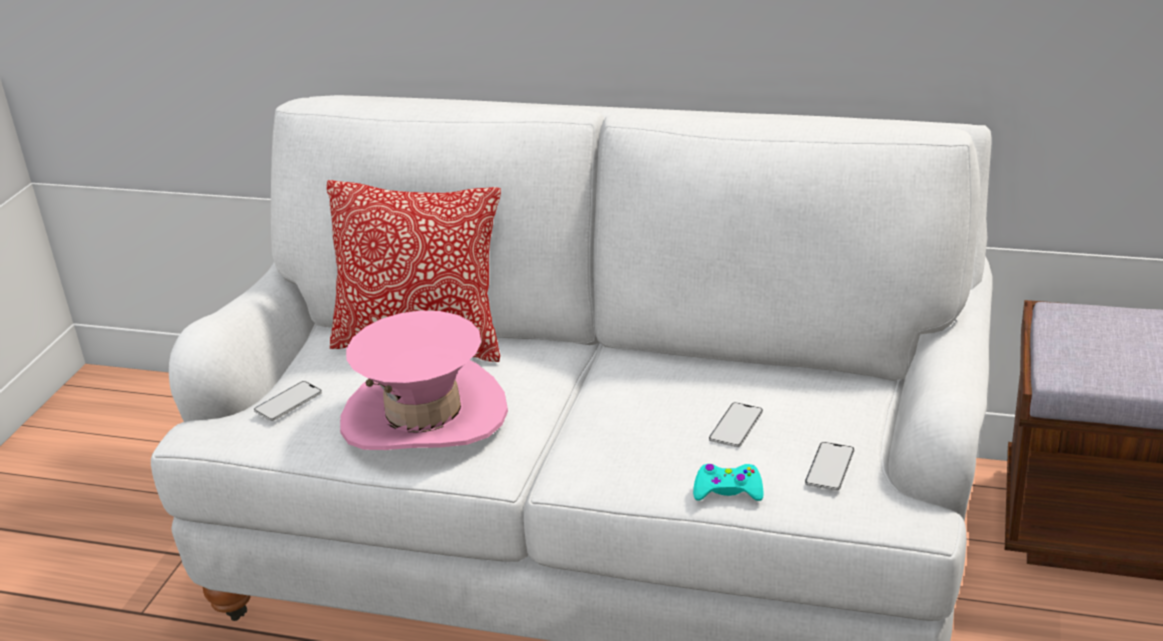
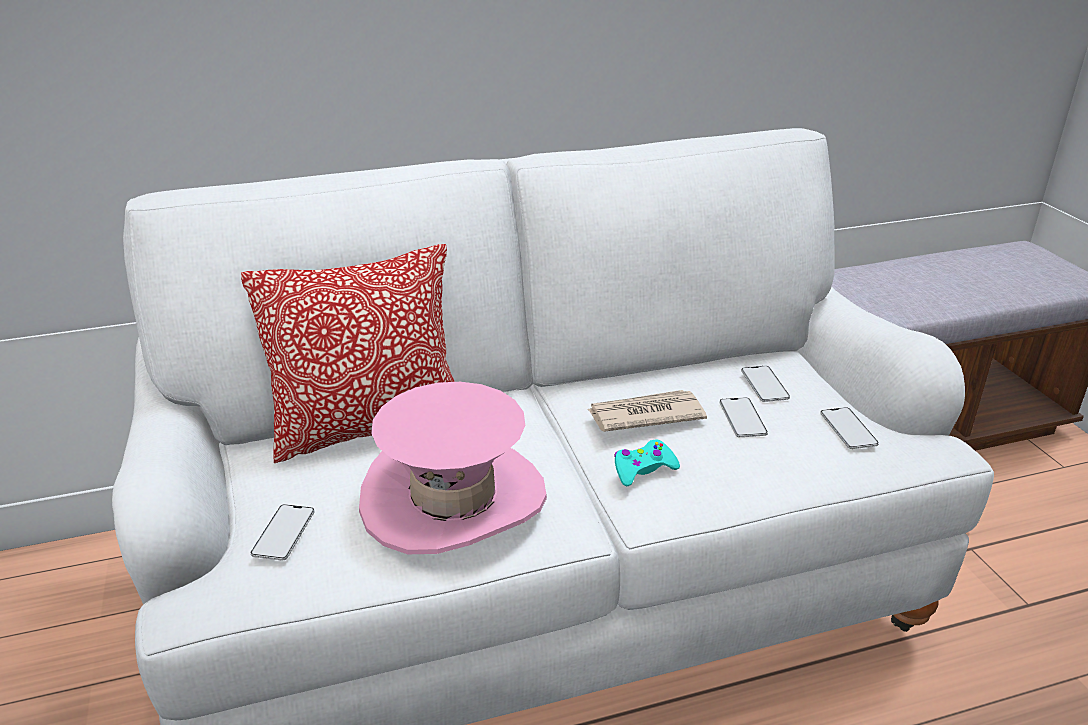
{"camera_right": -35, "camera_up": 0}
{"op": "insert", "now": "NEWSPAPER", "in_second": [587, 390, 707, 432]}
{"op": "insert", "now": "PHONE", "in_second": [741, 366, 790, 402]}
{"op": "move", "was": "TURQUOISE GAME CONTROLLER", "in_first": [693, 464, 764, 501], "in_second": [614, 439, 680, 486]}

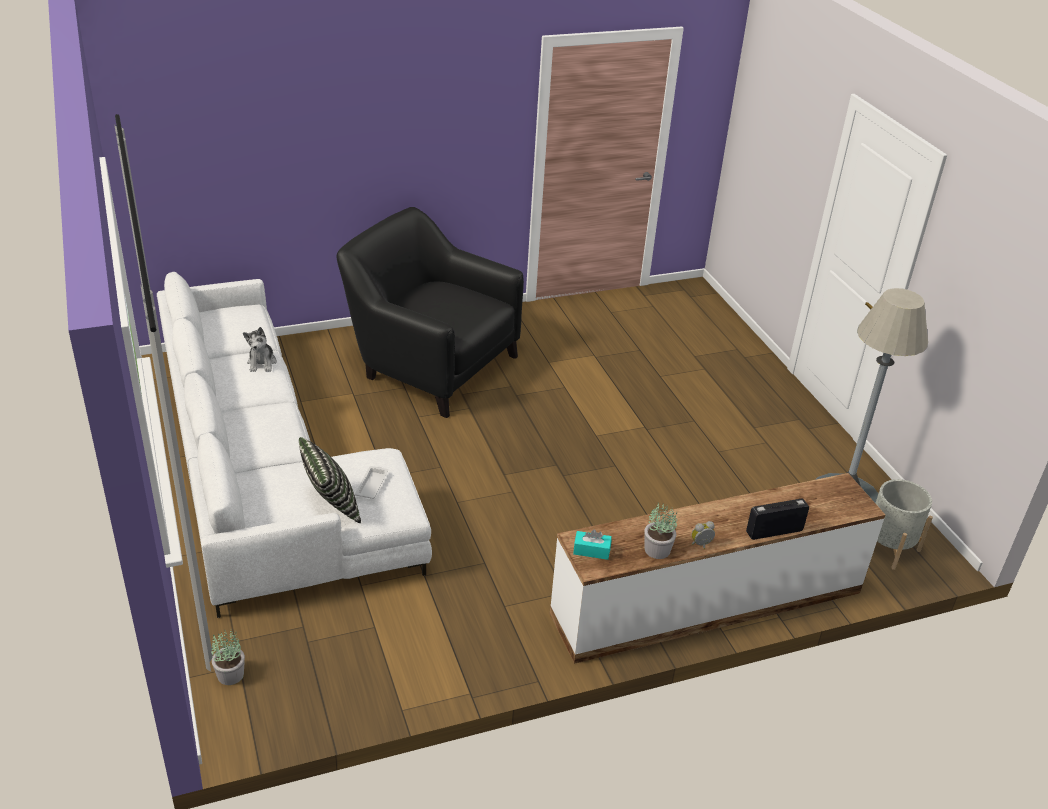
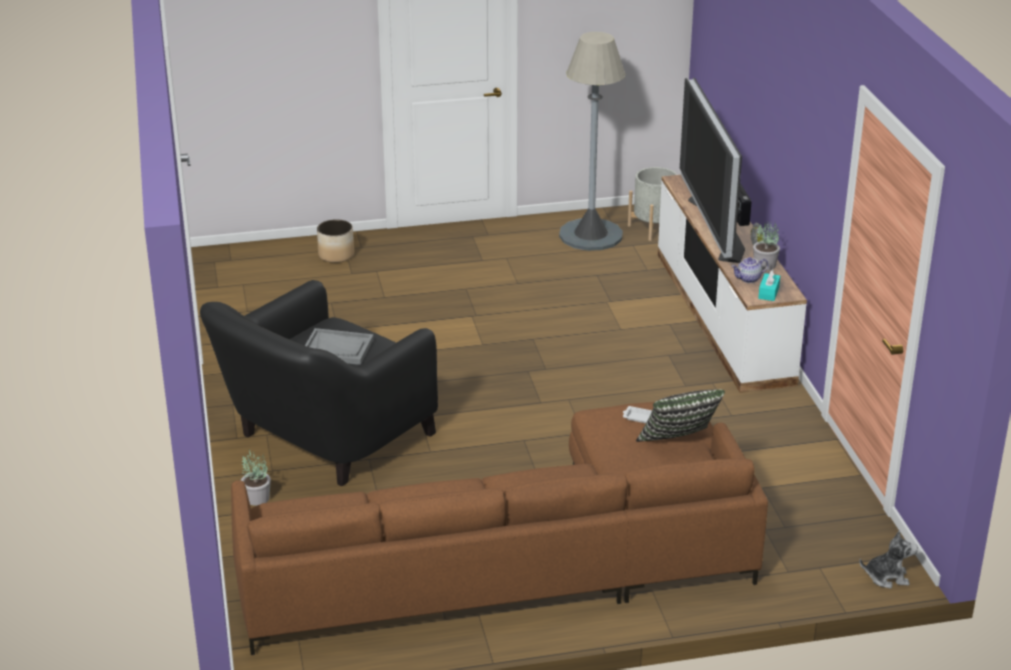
{"camera_right": -80, "camera_up": -5}
{"op": "insert", "now": "GREY TRAY", "in_second": [305, 328, 374, 365]}
{"op": "insert", "now": "PLANTER", "in_second": [317, 219, 354, 263]}
{"op": "insert", "now": "TELEVISION", "in_second": [680, 78, 745, 263]}
{"op": "insert", "now": "TEAPOT", "in_second": [731, 257, 768, 283]}
{"op": "move", "was": "POTTED PLANT", "in_first": [211, 630, 245, 685], "in_second": [241, 450, 271, 506]}
{"op": "move", "was": "PLUSH TOY", "in_first": [243, 327, 277, 372], "in_second": [859, 530, 918, 589]}
{"op": "recolor", "was": "WHITE SOFA", "now": "BROWN SOFA", "in_first": [157, 272, 432, 618], "in_second": [231, 402, 768, 655]}

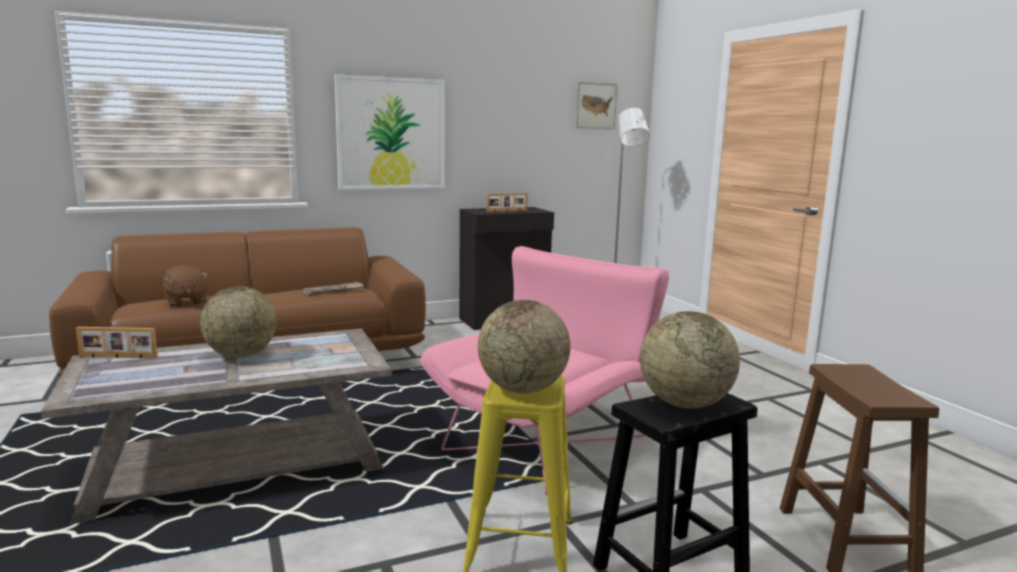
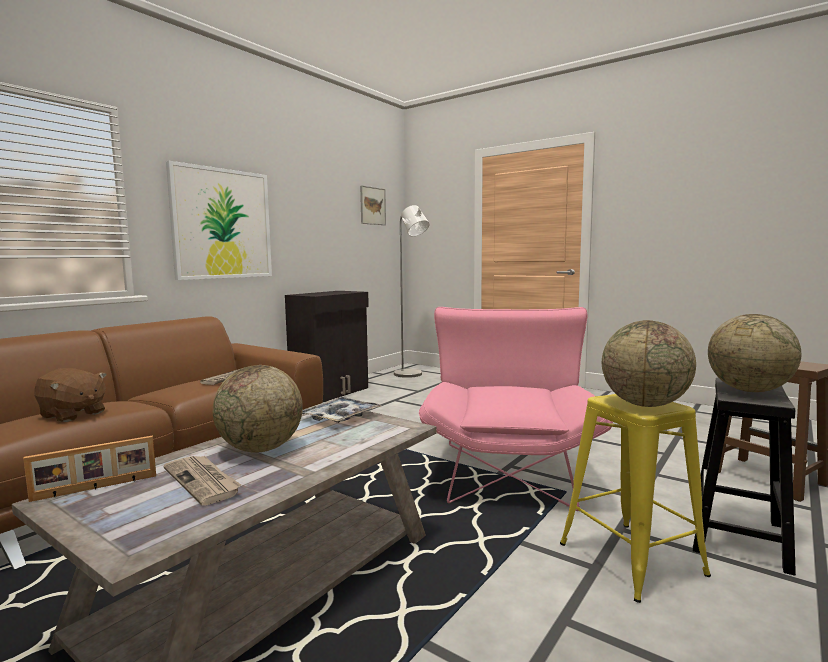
{"camera_right": -30, "camera_up": -5}
{"op": "delete", "was": "PICTURE FRAME", "in_first": [487, 193, 527, 212]}
{"op": "insert", "now": "NEWSPAPER", "in_second": [163, 456, 241, 506]}
{"op": "insert", "now": "TRAY", "in_second": [302, 397, 381, 423]}

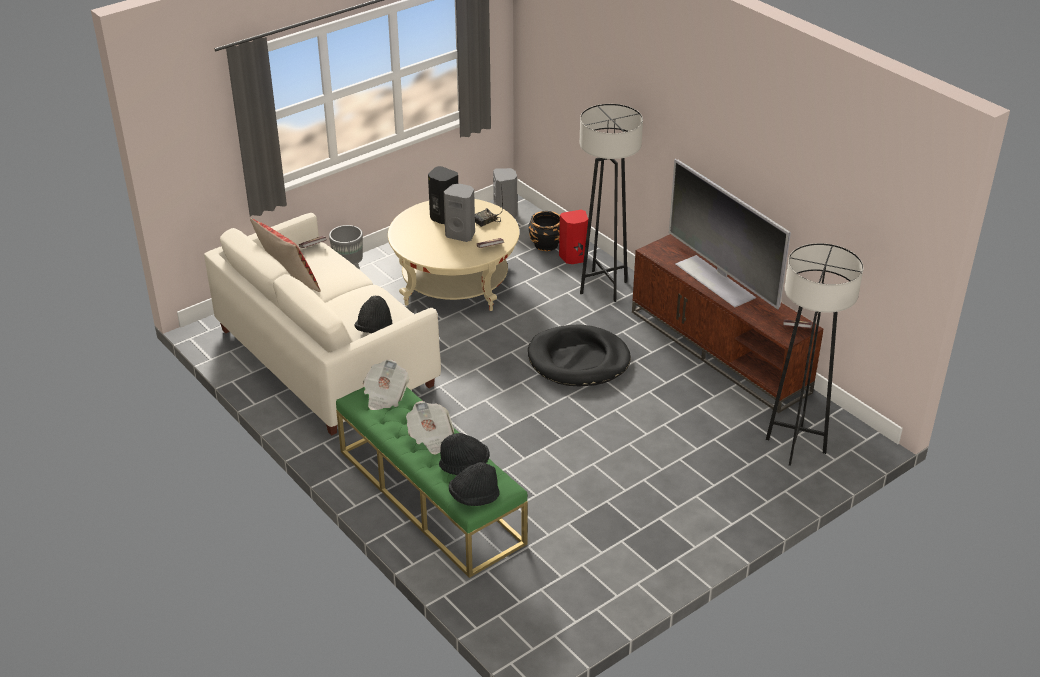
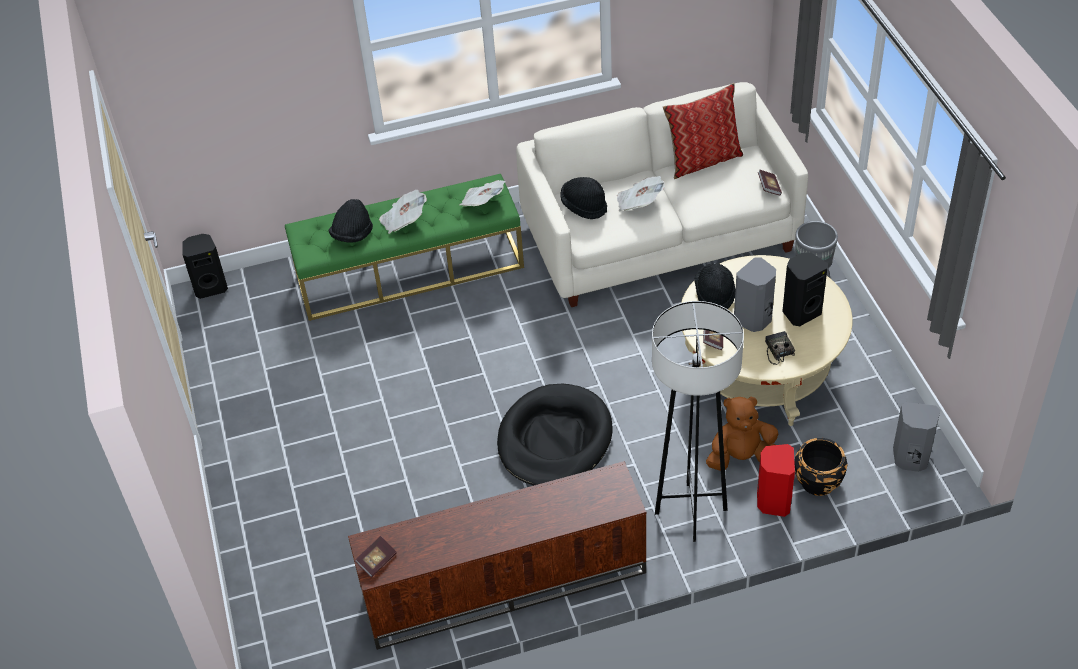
{"camera_right": 115, "camera_up": 10}
{"op": "delete", "was": "TELEVISION", "in_first": [669, 159, 791, 310]}
{"op": "delete", "was": "GREY FLOOR LAMP", "in_first": [766, 243, 863, 466]}
{"op": "insert", "now": "BLACK SPEAKER", "in_second": [182, 234, 228, 299]}
{"op": "insert", "now": "NEWSPAPER", "in_second": [617, 176, 665, 211]}
{"op": "insert", "now": "BROWN PLUSH TOY", "in_second": [706, 397, 778, 471]}
{"op": "move", "was": "BLACK HAT", "in_first": [449, 462, 500, 506], "in_second": [695, 263, 735, 309]}

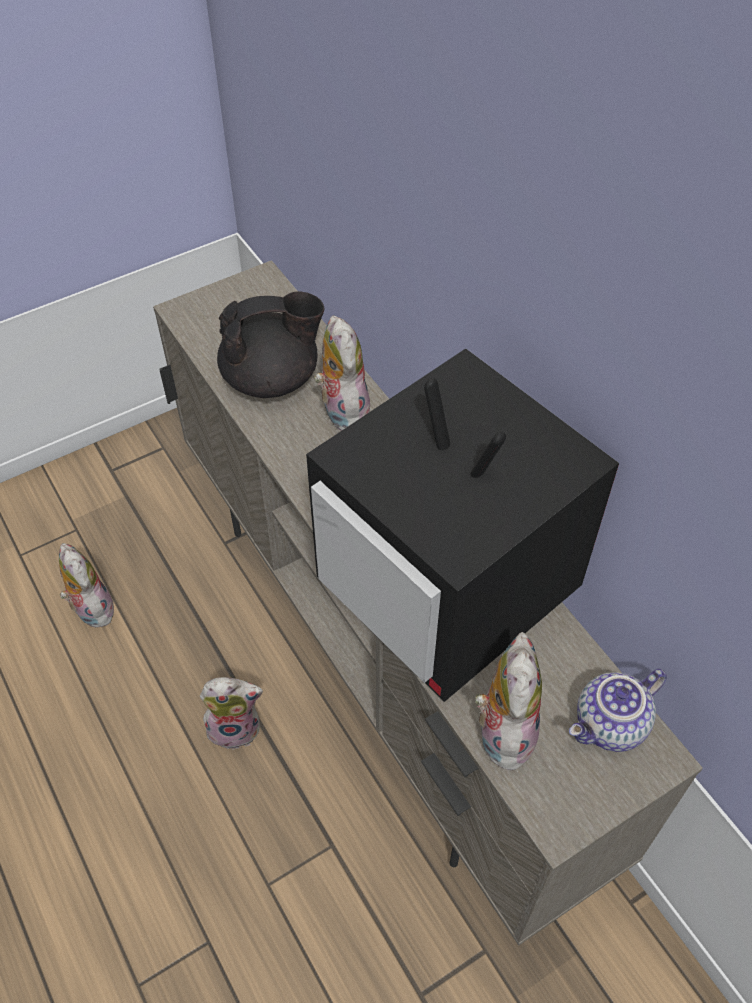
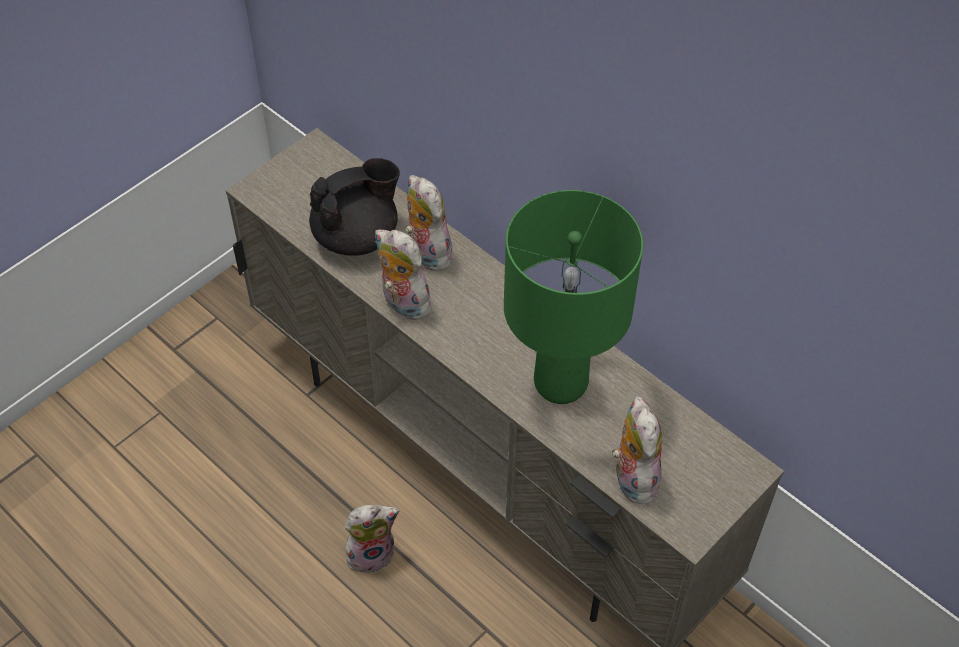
{"camera_right": -15, "camera_up": 0}
{"op": "delete", "was": "TEAPOT", "in_first": [569, 669, 667, 752]}
{"op": "move", "was": "PLUSH TOY", "in_first": [59, 543, 115, 628], "in_second": [375, 229, 437, 320]}
{"op": "replace", "was": "TELEVISION", "now": "GREEN TABLE LAMP", "in_first": [306, 349, 619, 702], "in_second": [504, 190, 643, 404]}

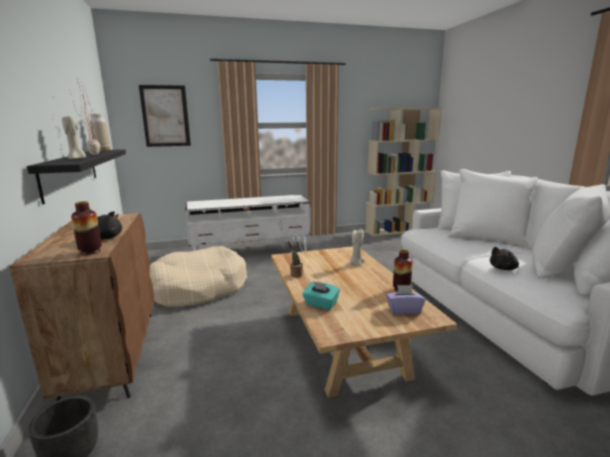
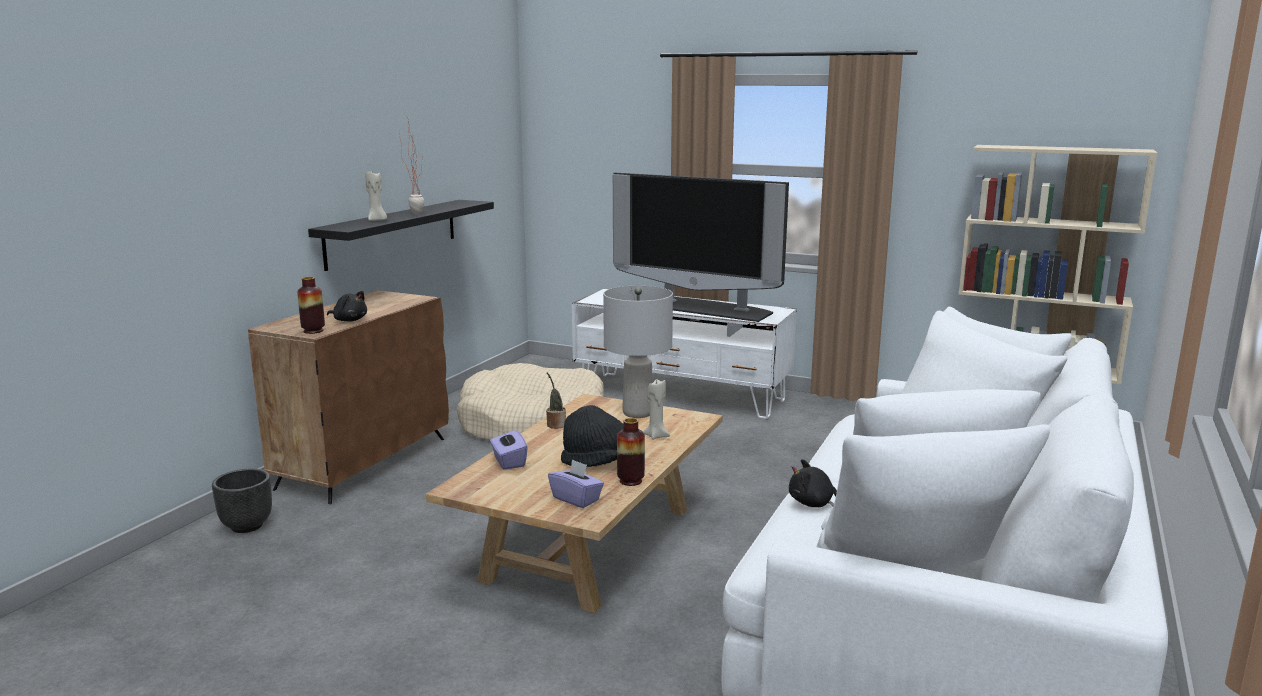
{"camera_right": 40, "camera_up": 0}
{"op": "delete", "was": "VASE", "in_first": [90, 114, 111, 151]}
{"op": "delete", "was": "PICTURE", "in_first": [139, 85, 191, 147]}
{"op": "insert", "now": "BLACK HAT", "in_second": [561, 405, 623, 467]}
{"op": "insert", "now": "GREY TABLE LAMP", "in_second": [603, 286, 673, 418]}
{"op": "insert", "now": "TELEVISION", "in_second": [613, 173, 789, 322]}
{"op": "recolor", "was": "TURQUOISE TISSUE BOX", "now": "PURPLE TISSUE BOX", "in_first": [302, 281, 340, 310], "in_second": [490, 428, 528, 470]}

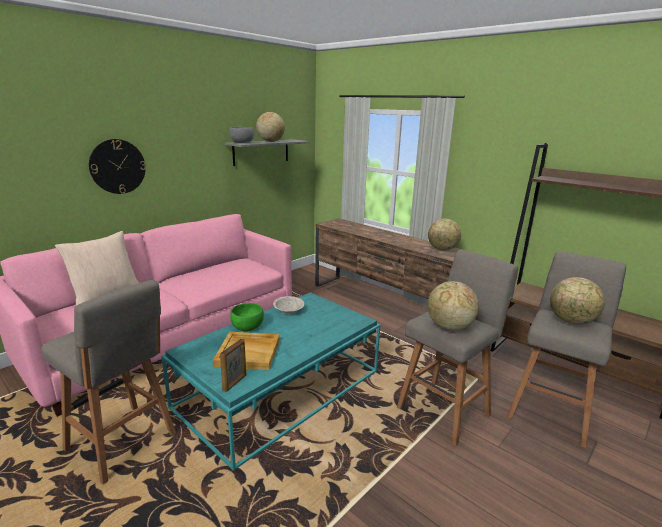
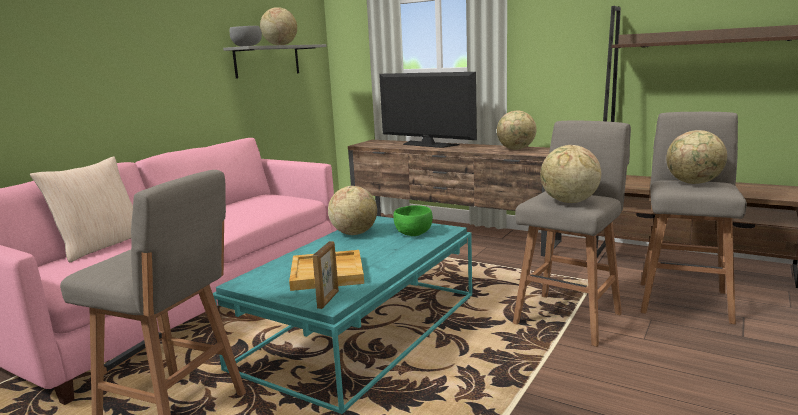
{"camera_right": -10, "camera_up": -5}
{"op": "delete", "was": "WALL CLOCK", "in_first": [89, 139, 146, 194]}
{"op": "insert", "now": "TELEVISION", "in_second": [379, 72, 477, 148]}
{"op": "move", "was": "GREEN BOWL", "in_first": [230, 303, 264, 331], "in_second": [394, 205, 433, 236]}
{"op": "replace", "was": "BEIGE BOWL", "now": "GLOBE", "in_first": [273, 296, 305, 314], "in_second": [328, 186, 377, 235]}

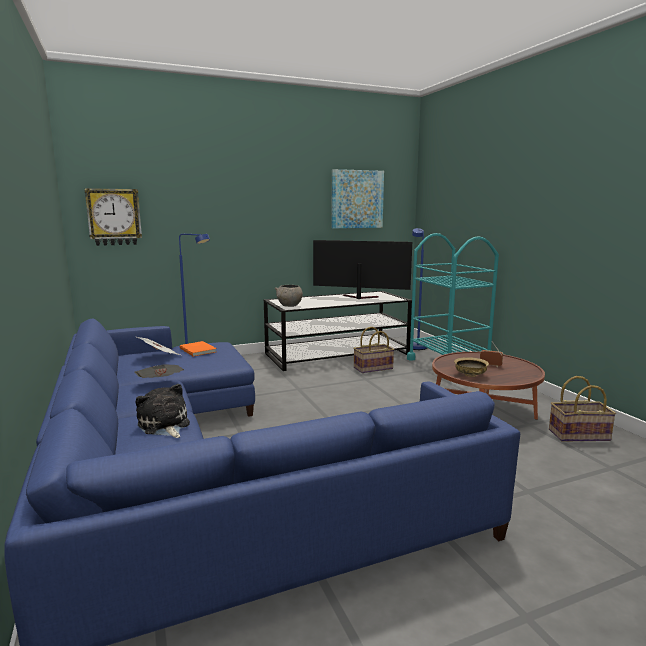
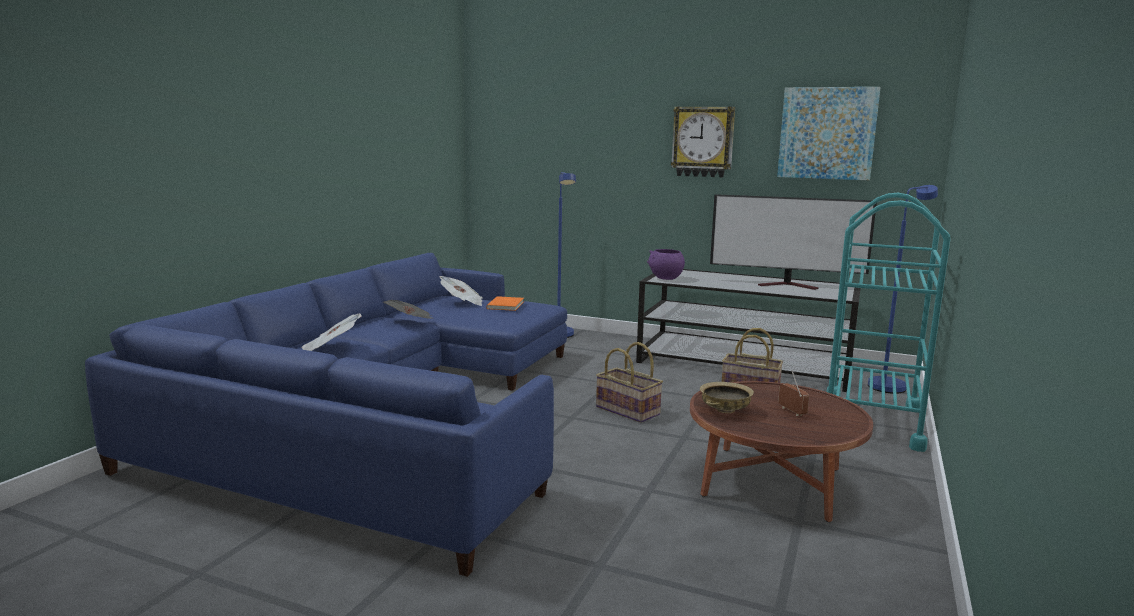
{"camera_right": 45, "camera_up": 0}
{"op": "move", "was": "WALL CLOCK", "in_first": [85, 188, 142, 246], "in_second": [671, 106, 735, 178]}
{"op": "move", "was": "BASKET", "in_first": [549, 376, 616, 441], "in_second": [596, 342, 663, 423]}
{"op": "replace", "was": "PLUSH TOY", "now": "NEWSPAPER", "in_first": [136, 384, 190, 438], "in_second": [301, 314, 362, 351]}
{"op": "recolor", "was": "GREY BOWL", "now": "PURPLE BOWL", "in_first": [275, 285, 303, 307], "in_second": [647, 249, 685, 280]}
{"op": "rotate", "was": "TELEVISION", "in_first": [313, 240, 412, 299], "in_second": [710, 194, 877, 290], "clockwise": 135}

